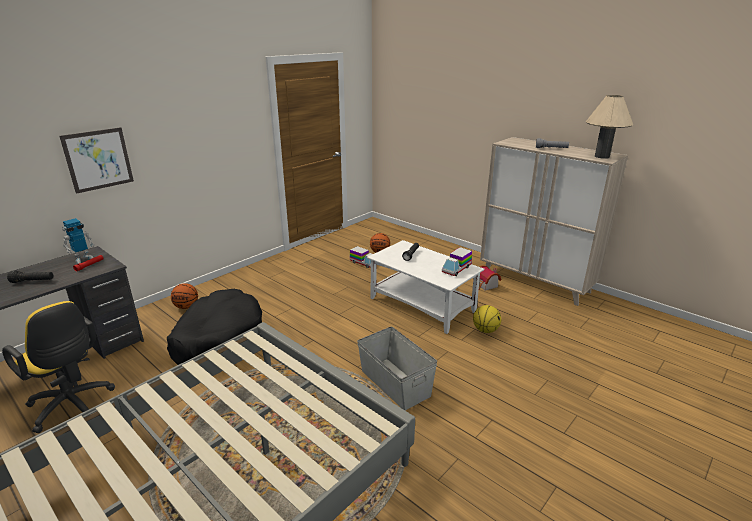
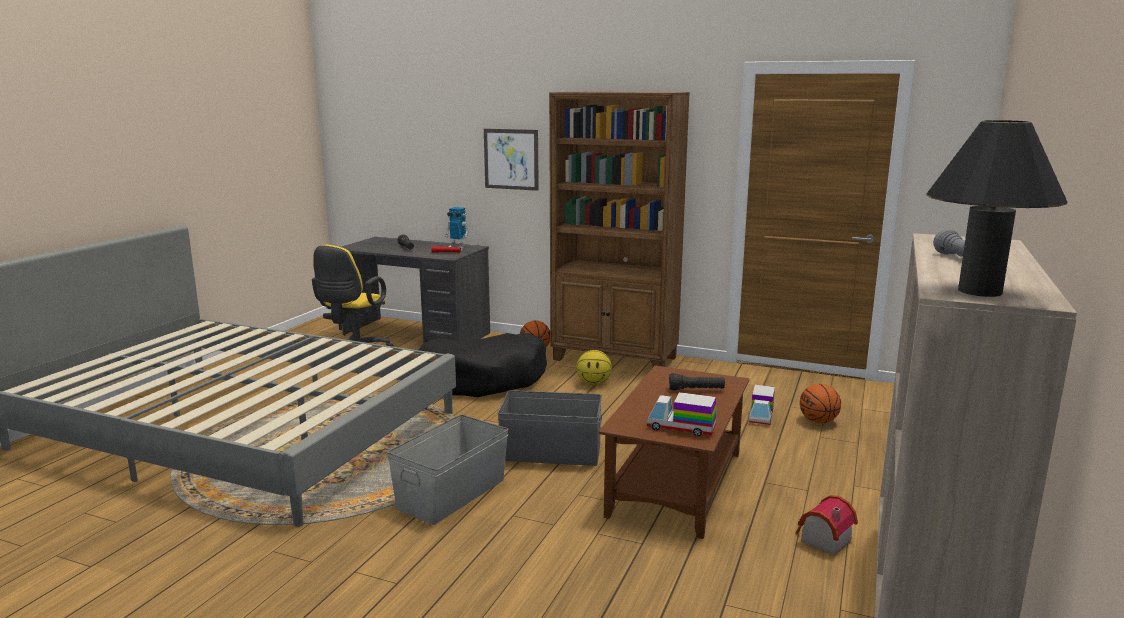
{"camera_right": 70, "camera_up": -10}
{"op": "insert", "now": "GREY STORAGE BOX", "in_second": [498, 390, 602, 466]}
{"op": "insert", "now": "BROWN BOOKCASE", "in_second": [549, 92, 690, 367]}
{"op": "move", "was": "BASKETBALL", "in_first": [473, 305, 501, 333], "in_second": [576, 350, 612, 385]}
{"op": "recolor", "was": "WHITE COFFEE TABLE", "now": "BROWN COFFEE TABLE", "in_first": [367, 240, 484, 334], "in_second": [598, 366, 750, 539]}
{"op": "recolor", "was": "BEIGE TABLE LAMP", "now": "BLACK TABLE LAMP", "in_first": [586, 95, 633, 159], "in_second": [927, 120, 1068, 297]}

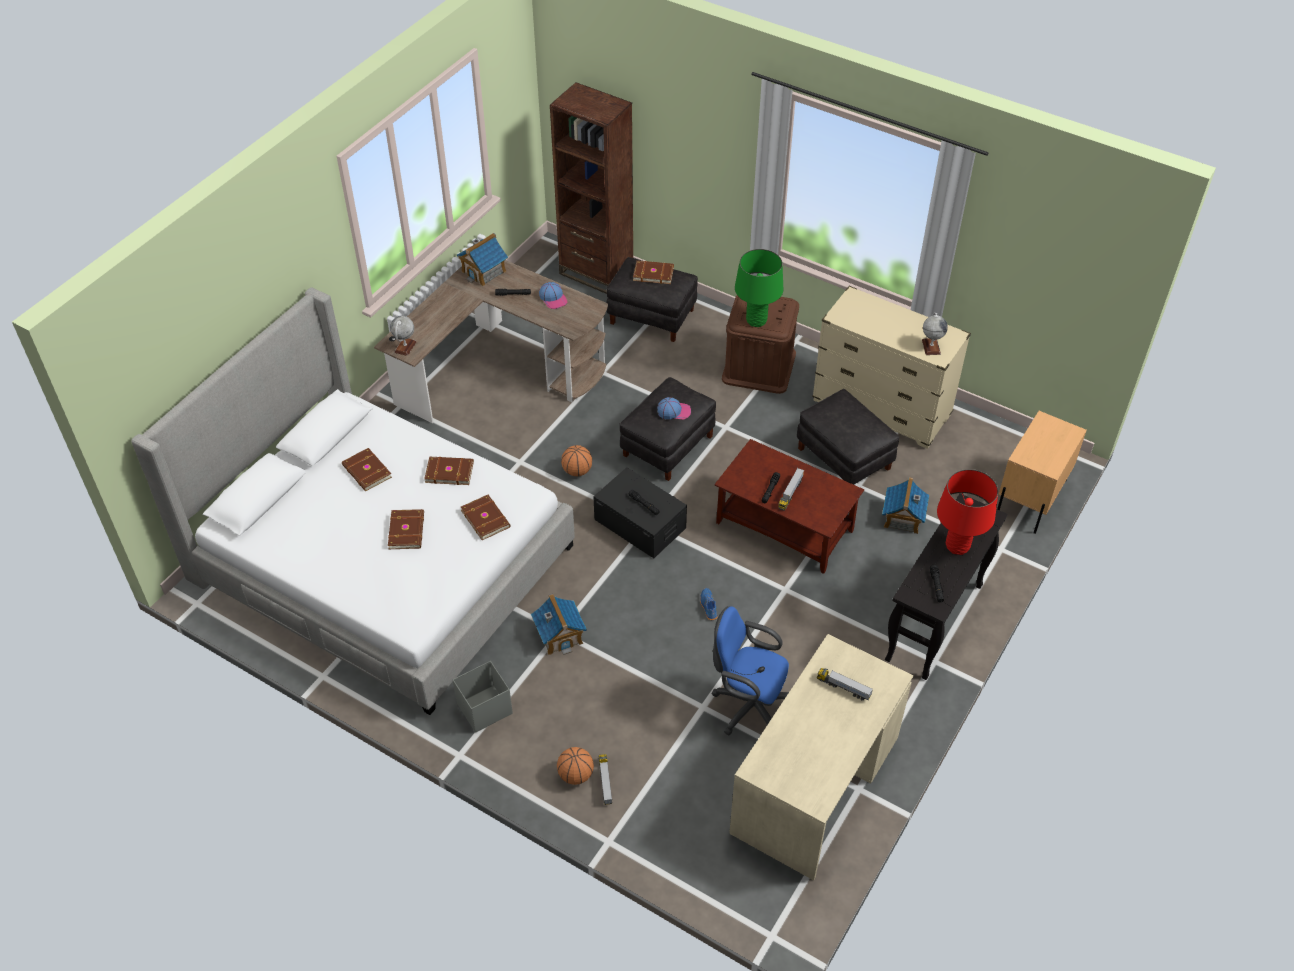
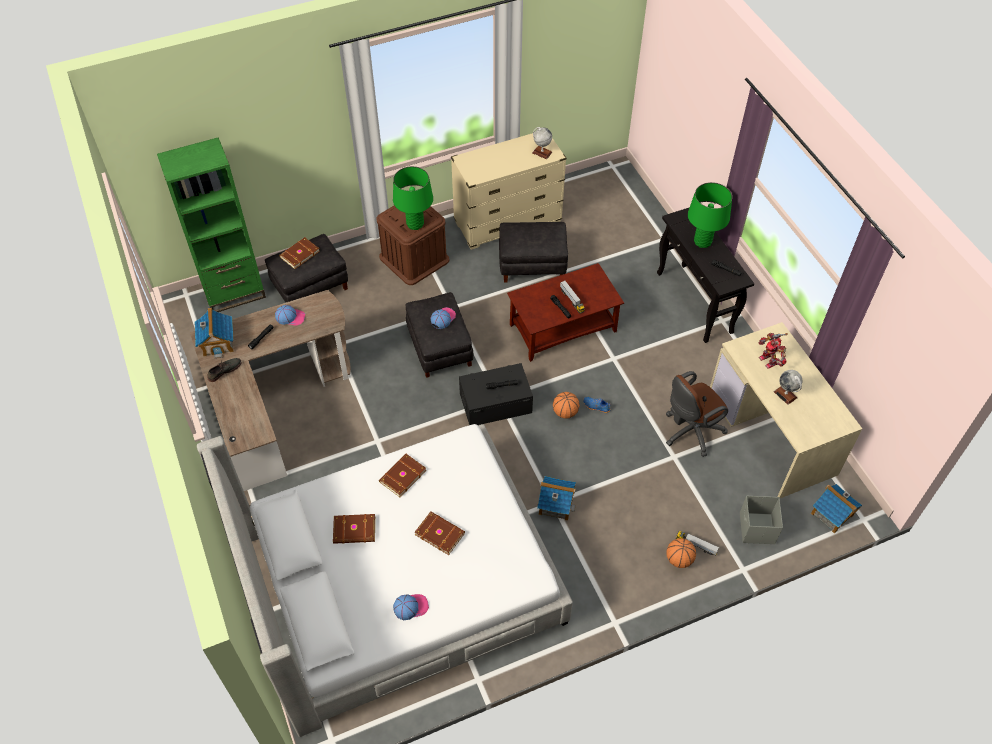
{"camera_right": -55, "camera_up": 5}
{"op": "delete", "was": "BROWN BOOK", "in_first": [461, 495, 511, 540]}
{"op": "delete", "was": "BEIGE NIGHTSTAND", "in_first": [997, 411, 1087, 534]}
{"op": "insert", "now": "GREY SHOE", "in_second": [207, 358, 241, 382]}
{"op": "insert", "now": "CAP", "in_second": [393, 594, 429, 620]}
{"op": "move", "was": "GLOBE", "in_first": [390, 316, 417, 356], "in_second": [773, 370, 802, 405]}
{"op": "move", "was": "GREY STORAGE BOX", "in_first": [453, 661, 513, 733], "in_second": [740, 496, 783, 544]}
{"op": "move", "was": "BASKETBALL", "in_first": [561, 445, 592, 476], "in_second": [553, 392, 580, 419]}
{"op": "move", "was": "TOY HOUSE", "in_first": [882, 477, 929, 534], "in_second": [811, 484, 862, 533]}
{"op": "replace", "was": "TOY TRUCK", "now": "TOY ROBOT", "in_first": [817, 668, 873, 701], "in_second": [758, 333, 788, 369]}
{"op": "recolor", "was": "BROWN BOOKCASE", "now": "GREEN BOOKCASE", "in_first": [550, 82, 633, 294], "in_second": [157, 137, 266, 312]}
{"op": "recolor", "was": "BLUE OFFICE CHAIR", "now": "BROWN OFFICE CHAIR", "in_first": [712, 606, 789, 736], "in_second": [666, 371, 728, 457]}
{"op": "recolor", "was": "RED TABLE LAMP", "now": "GREEN TABLE LAMP", "in_first": [937, 469, 998, 555], "in_second": [688, 182, 732, 248]}

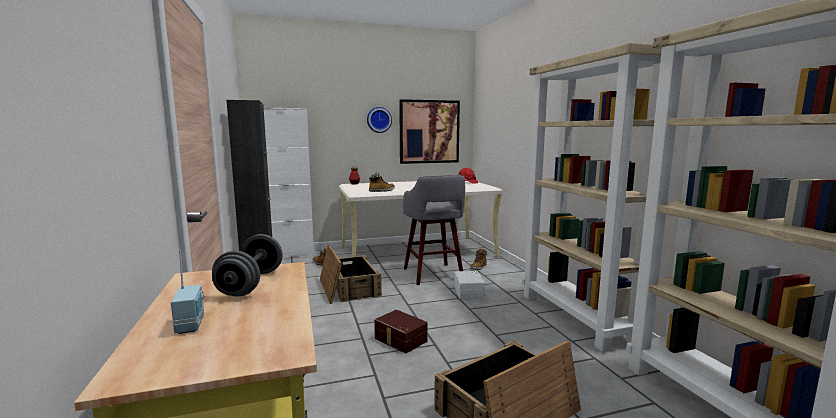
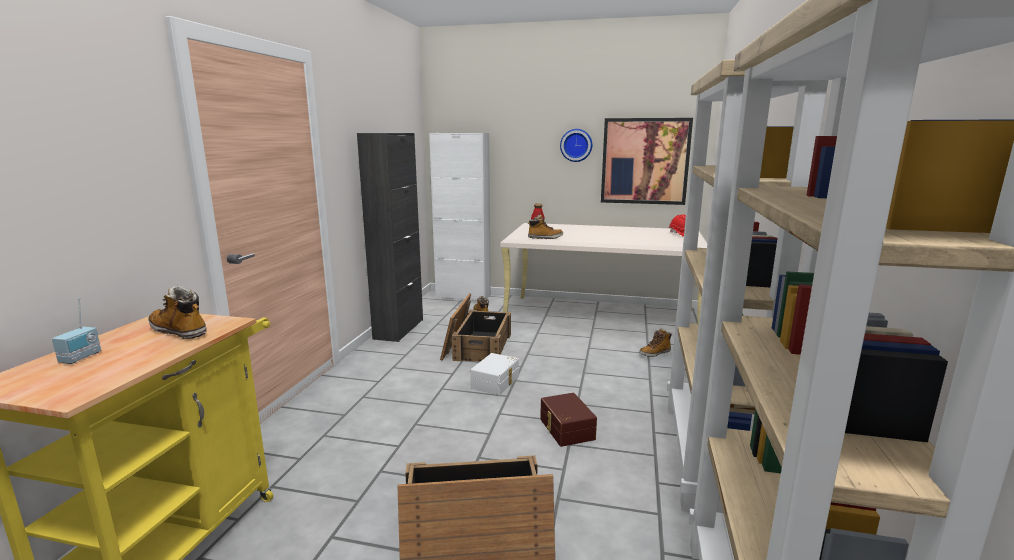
{"camera_right": 30, "camera_up": 5}
{"op": "delete", "was": "GREY STOOL", "in_first": [403, 175, 465, 285]}
{"op": "move", "was": "BROWN STORAGE BOX", "in_first": [374, 310, 428, 354], "in_second": [540, 393, 597, 447]}
{"op": "move", "was": "WHITE STORAGE BOX", "in_first": [454, 271, 485, 299], "in_second": [471, 353, 519, 395]}
{"op": "replace", "was": "GREY DUMBBELL", "now": "BOOT", "in_first": [212, 234, 283, 297], "in_second": [148, 285, 207, 339]}

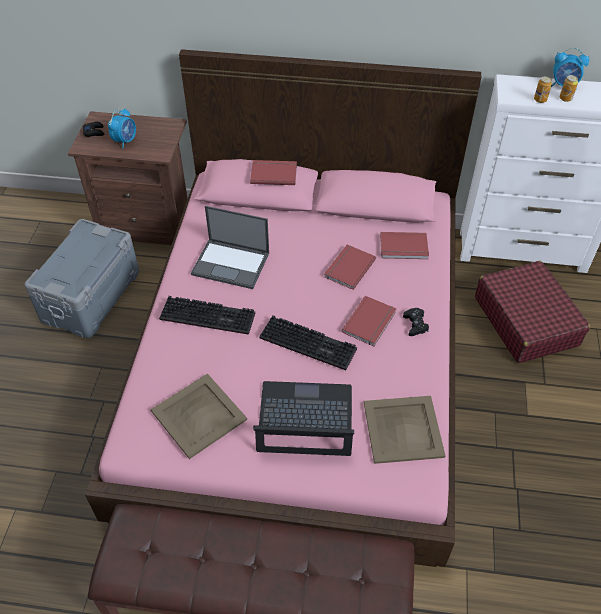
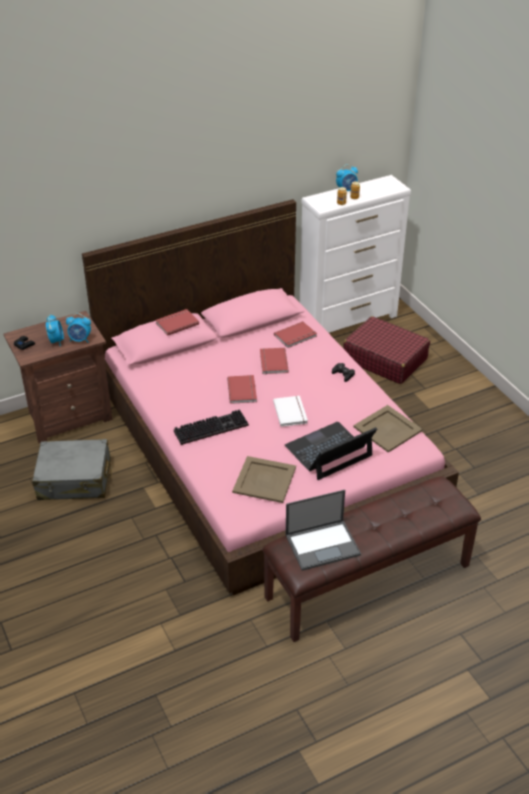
{"camera_right": -35, "camera_up": -10}
{"op": "insert", "now": "ALARM CLOCK", "in_second": [66, 313, 91, 342]}
{"op": "move", "was": "LAPTOP", "in_first": [191, 206, 269, 289], "in_second": [286, 490, 361, 571]}
{"op": "move", "was": "RED BOOK", "in_first": [342, 296, 396, 346], "in_second": [227, 375, 257, 404]}
{"op": "replace", "was": "GREY STORAGE BOX", "now": "GREY SUITCASE", "in_first": [25, 219, 139, 338], "in_second": [32, 439, 112, 500]}
{"op": "replace", "was": "KEYBOARD", "now": "WHITE BOOK", "in_first": [259, 315, 357, 370], "in_second": [273, 396, 308, 427]}

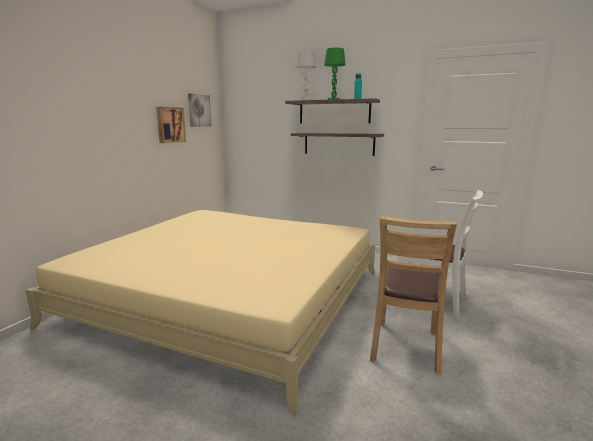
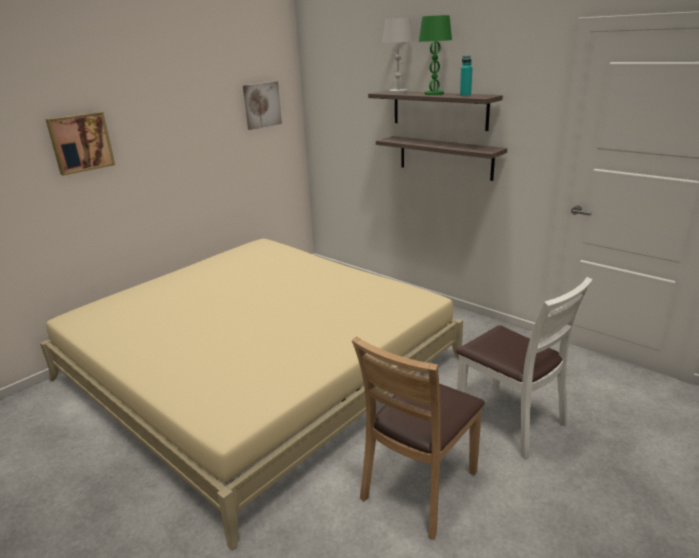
{"camera_right": 20, "camera_up": 10}
{"op": "move", "was": "PICTURE", "in_first": [156, 107, 186, 143], "in_second": [45, 112, 115, 176]}

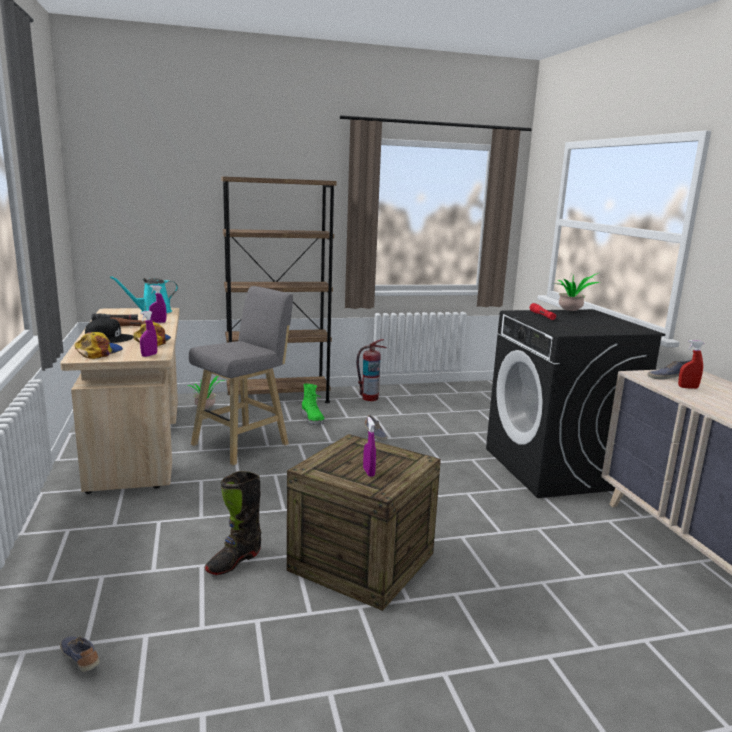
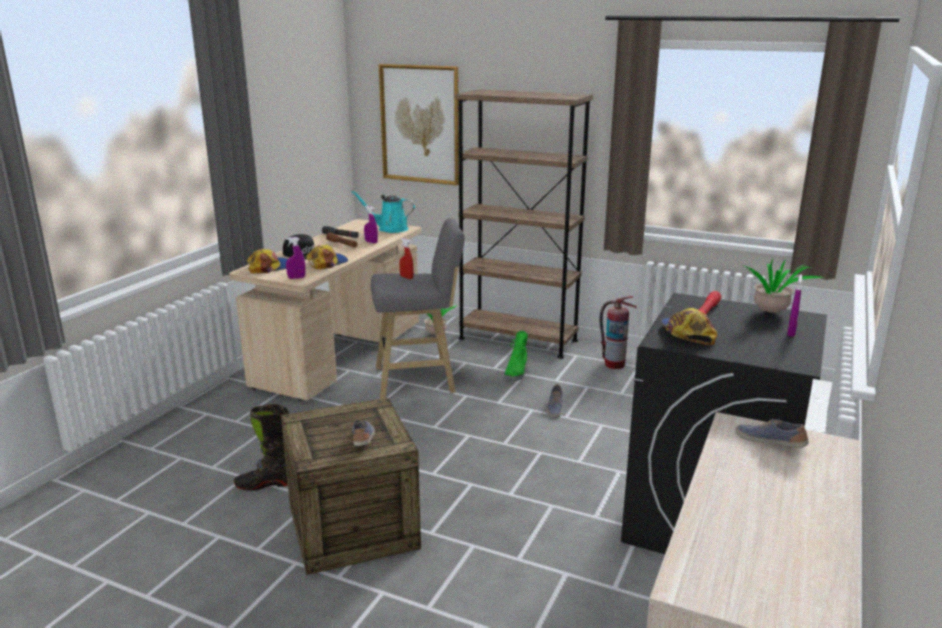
{"camera_right": 40, "camera_up": 5}
{"op": "insert", "now": "PICTURE", "in_second": [379, 64, 459, 185]}
{"op": "insert", "now": "CAP", "in_second": [661, 308, 717, 345]}
{"op": "move", "was": "SHOE", "in_first": [60, 636, 100, 672], "in_second": [352, 420, 375, 446]}
{"op": "move", "was": "PURPLE SPRAY BOTTLE", "in_first": [363, 417, 376, 477], "in_second": [787, 274, 802, 336]}
{"op": "move", "was": "RED SPRAY BOTTLE", "in_first": [678, 340, 704, 389], "in_second": [399, 238, 413, 279]}

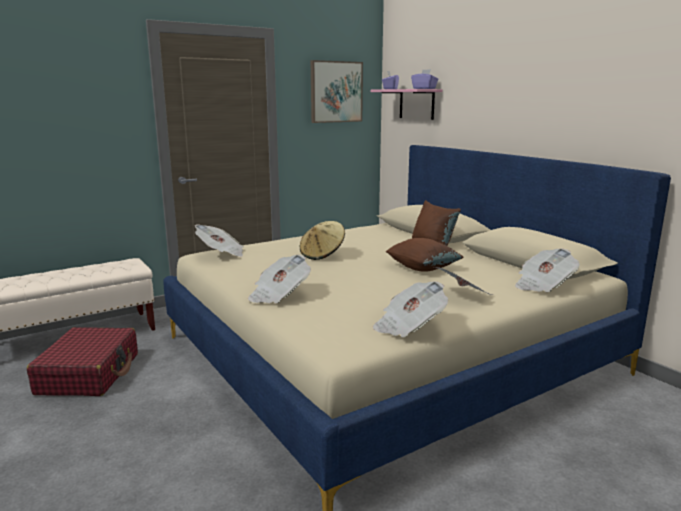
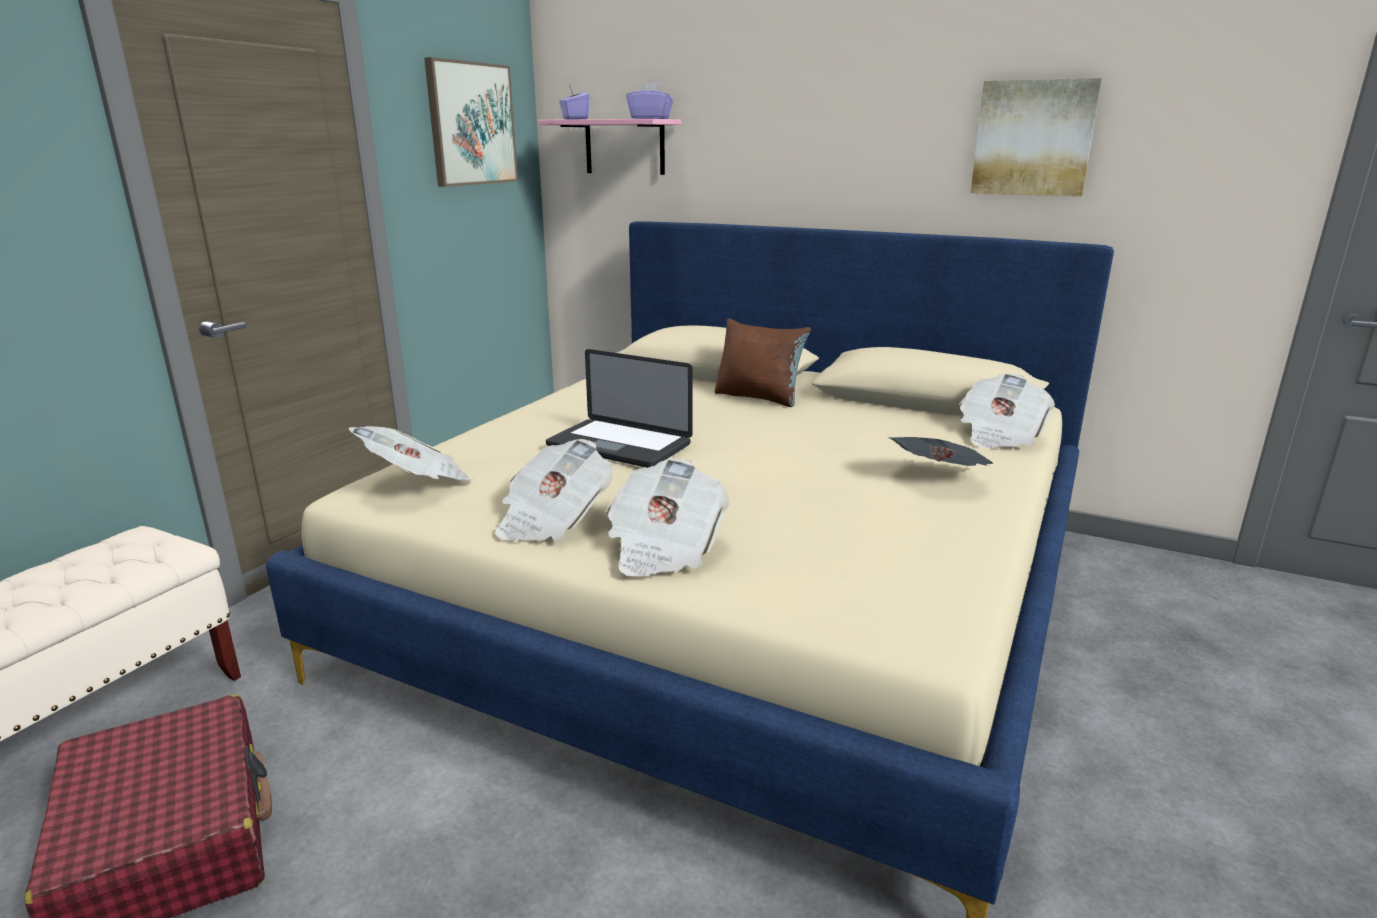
{"camera_right": -30, "camera_up": 5}
{"op": "delete", "was": "BROWN PILLOW", "in_first": [385, 238, 464, 272]}
{"op": "insert", "now": "PICTURE", "in_second": [971, 78, 1102, 196]}
{"op": "move", "was": "NEWSPAPER", "in_first": [373, 281, 448, 337], "in_second": [495, 439, 613, 541]}
{"op": "replace", "was": "BEIGE HAT", "now": "LAPTOP", "in_first": [300, 221, 345, 260], "in_second": [546, 349, 693, 468]}

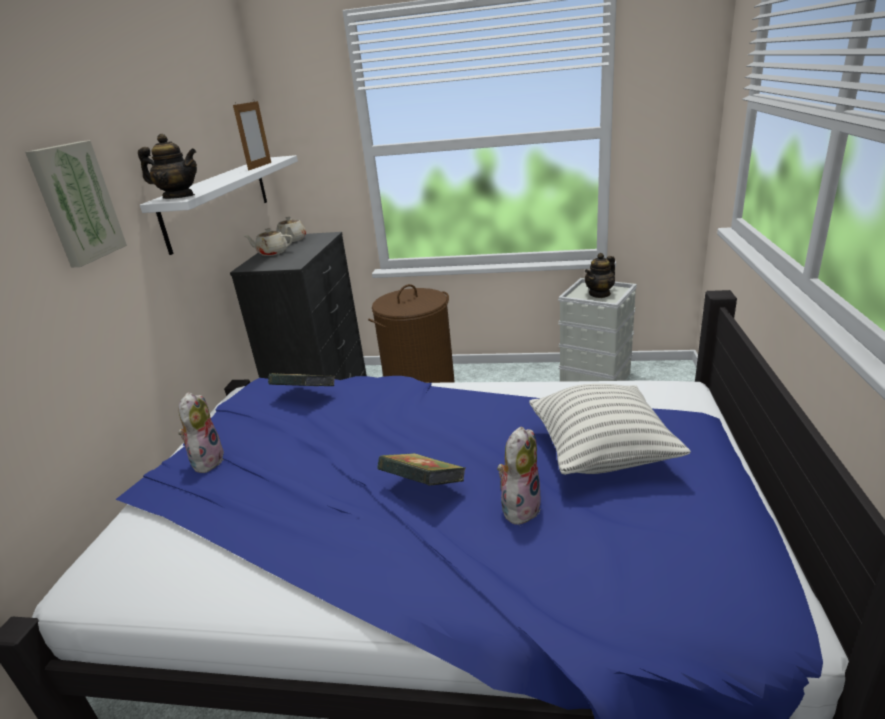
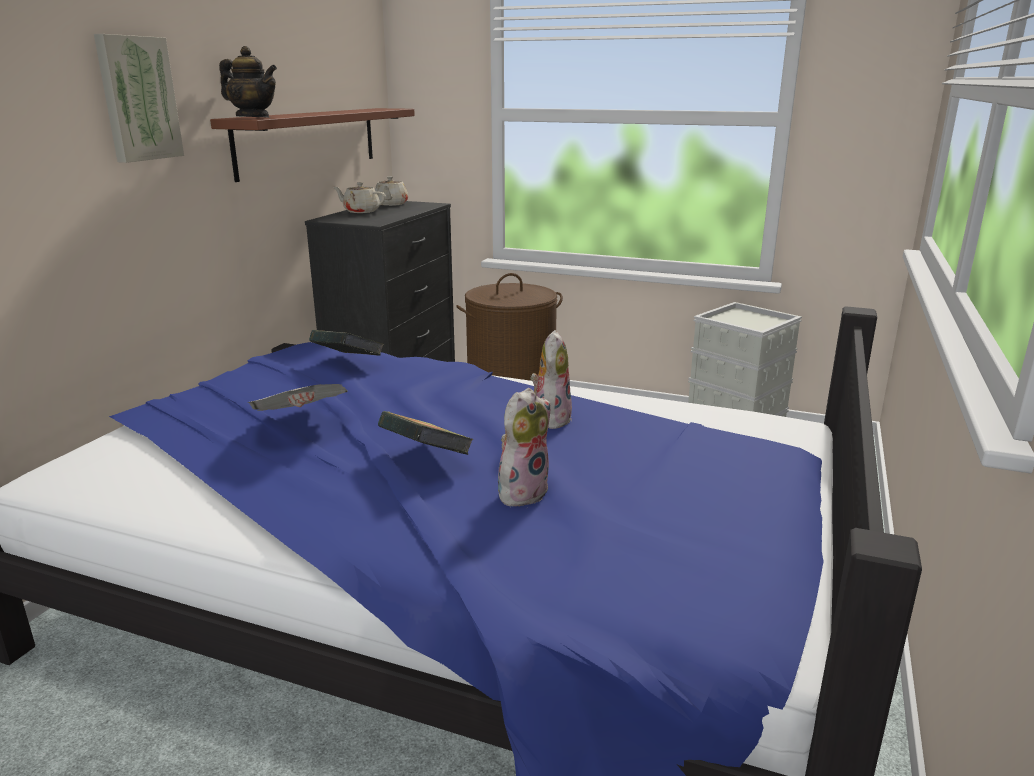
{"camera_right": 10, "camera_up": -5}
{"op": "delete", "was": "PICTURE FRAME", "in_first": [233, 101, 271, 171]}
{"op": "delete", "was": "PILLOW", "in_first": [529, 384, 691, 475]}
{"op": "delete", "was": "TEAPOT", "in_first": [585, 253, 615, 298]}
{"op": "insert", "now": "NEWSPAPER", "in_second": [247, 384, 347, 411]}
{"op": "move", "was": "PLUSH TOY", "in_first": [179, 392, 224, 473], "in_second": [531, 330, 572, 429]}
{"op": "recolor", "was": "WHITE SHELF", "now": "BROWN SHELF", "in_first": [140, 155, 298, 255], "in_second": [210, 108, 415, 182]}

